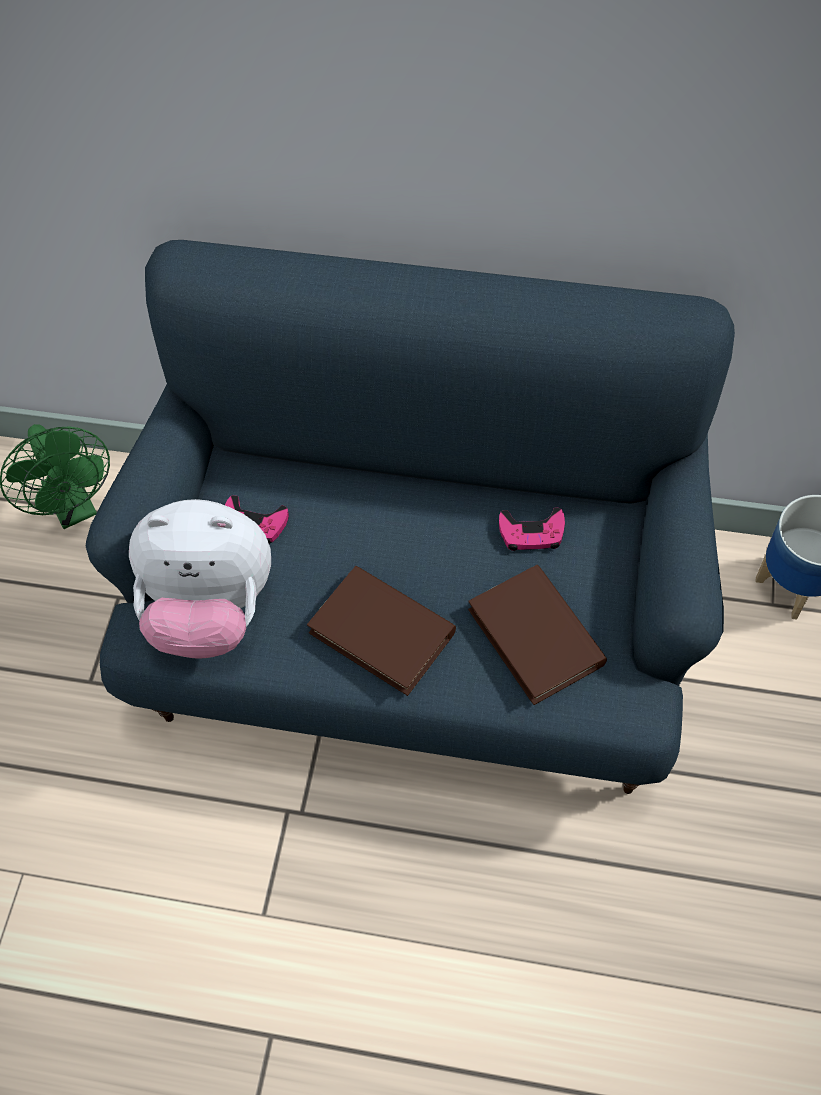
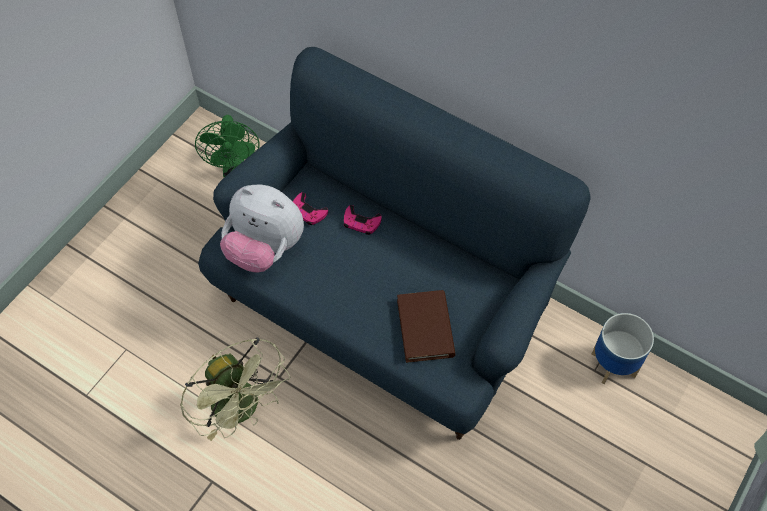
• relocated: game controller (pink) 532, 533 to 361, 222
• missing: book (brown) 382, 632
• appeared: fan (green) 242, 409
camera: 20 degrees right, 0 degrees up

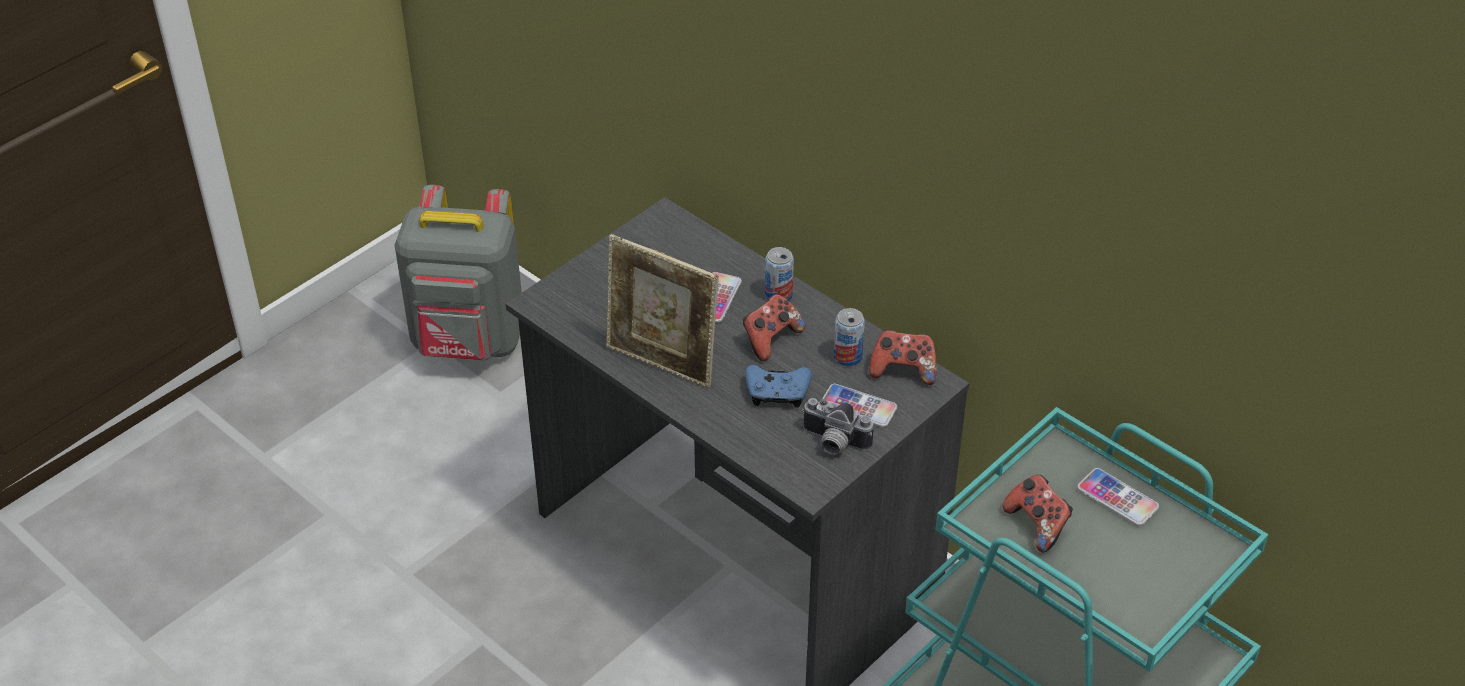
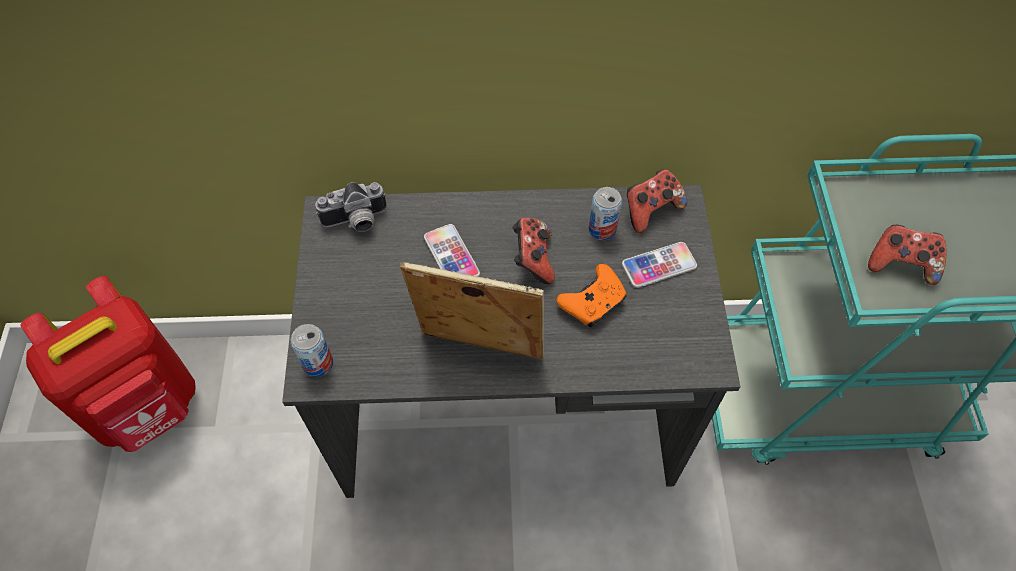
• colour: backpack (grey) 469, 342 to backpack (red) 148, 406
• spun: picture frame 662, 364 = 479, 349 150 degrees counterclockwise
• relocated: can 778, 295 to 318, 363
• colour: game controller (blue) 777, 393 to game controller (orange) 593, 302
• relocated: photo camera 833, 443 to 356, 222
• missing: phone 1117, 498
camera: 45 degrees left, 15 degrees up

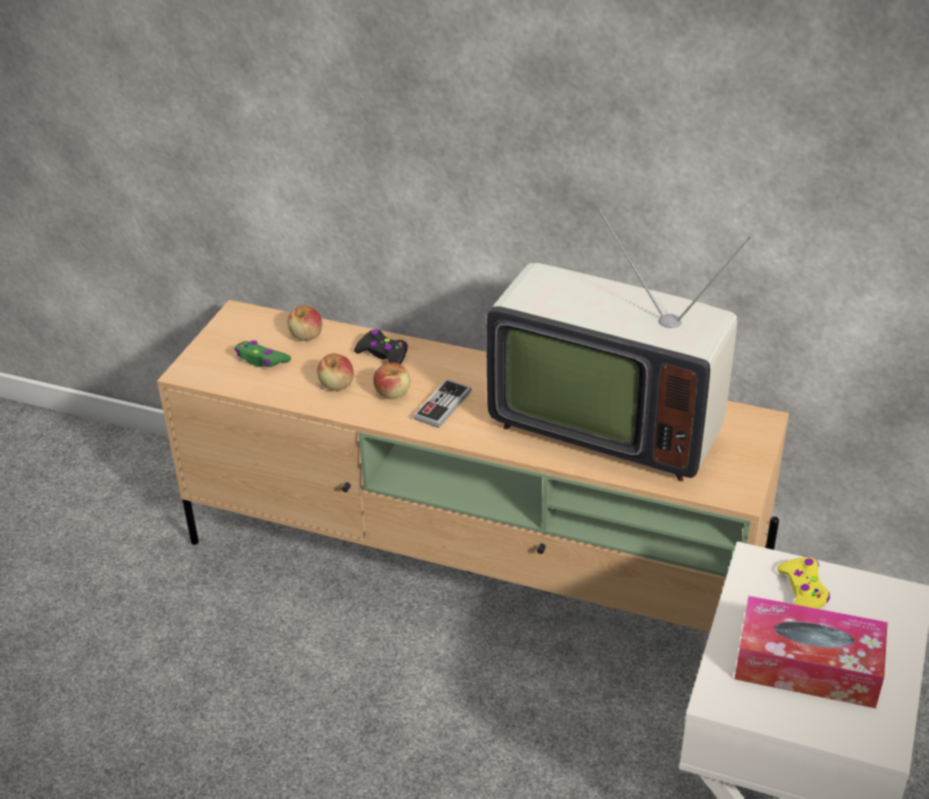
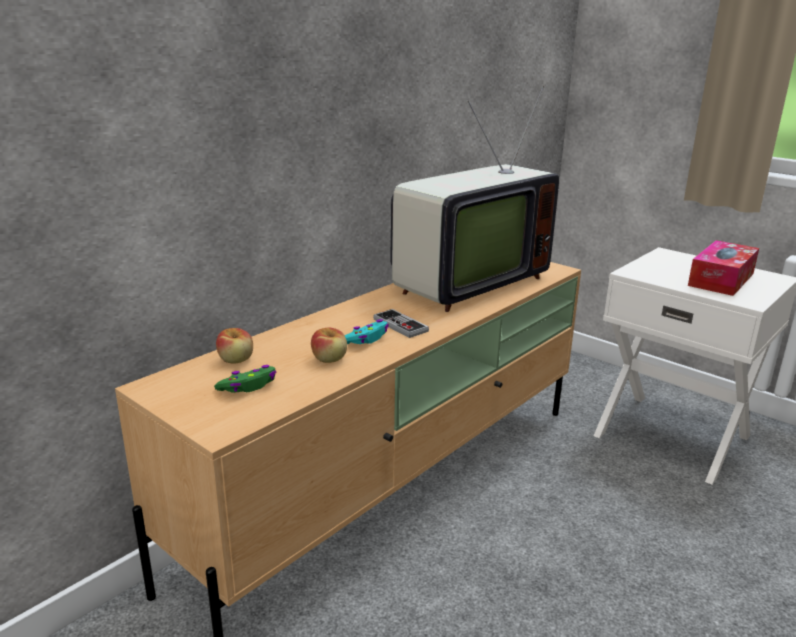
• missing: game controller (black) 383, 355
• exchanged: apple 393, 393 to game controller (turquoise) 365, 339
• missing: game controller (yellow) 802, 592
camera: 70 degrees left, 15 degrees down

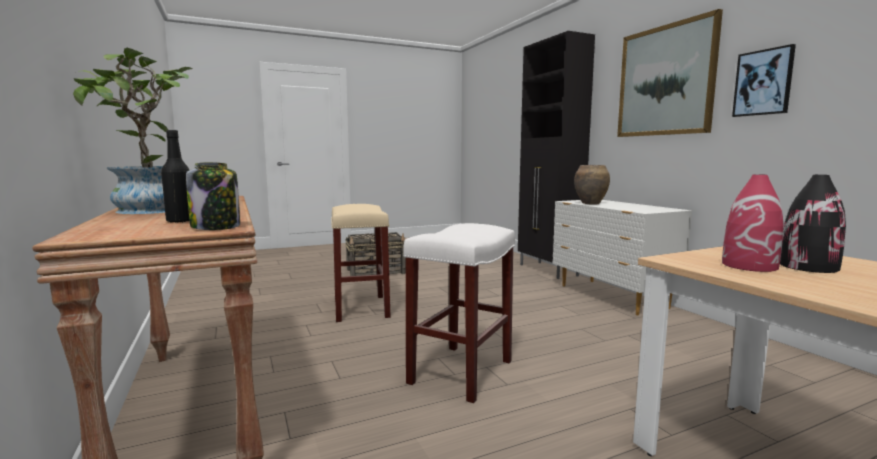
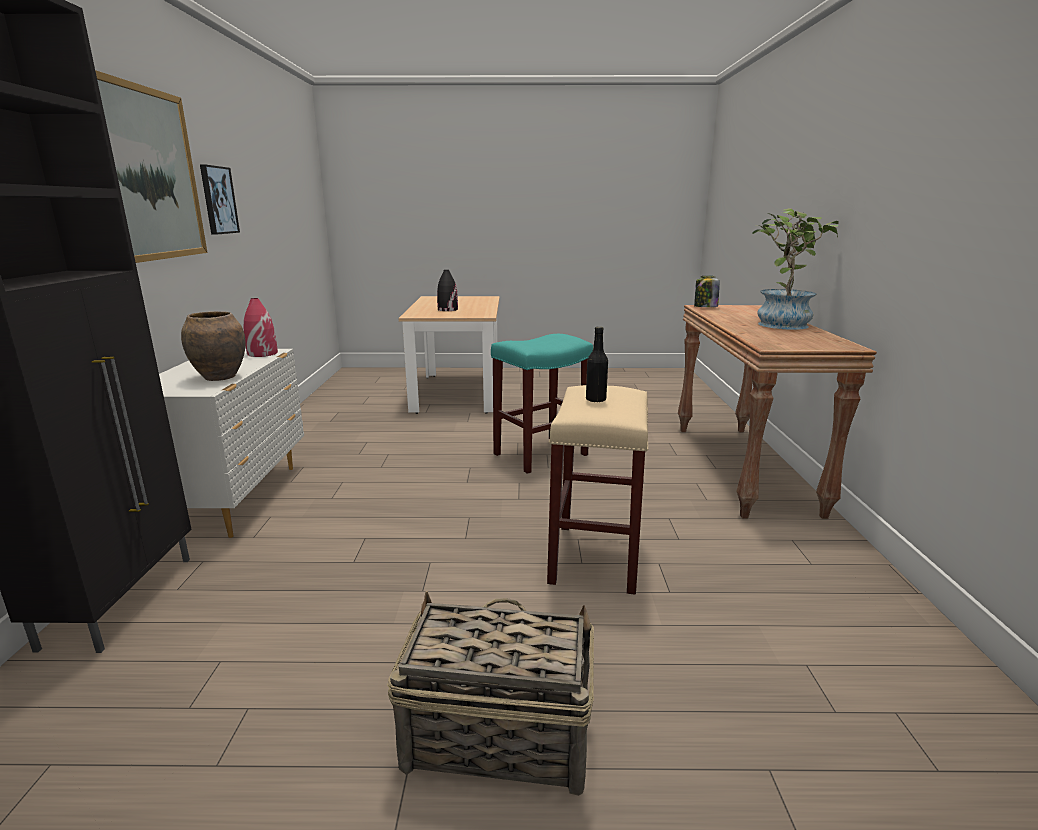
• relocated: bottle (black) 180, 221 to 595, 400
• relocated: vase (red) 750, 266 to 262, 353
• colour: stool (white) 461, 371 to stool (turquoise) 540, 455
camera: 155 degrees left, 10 degrees up

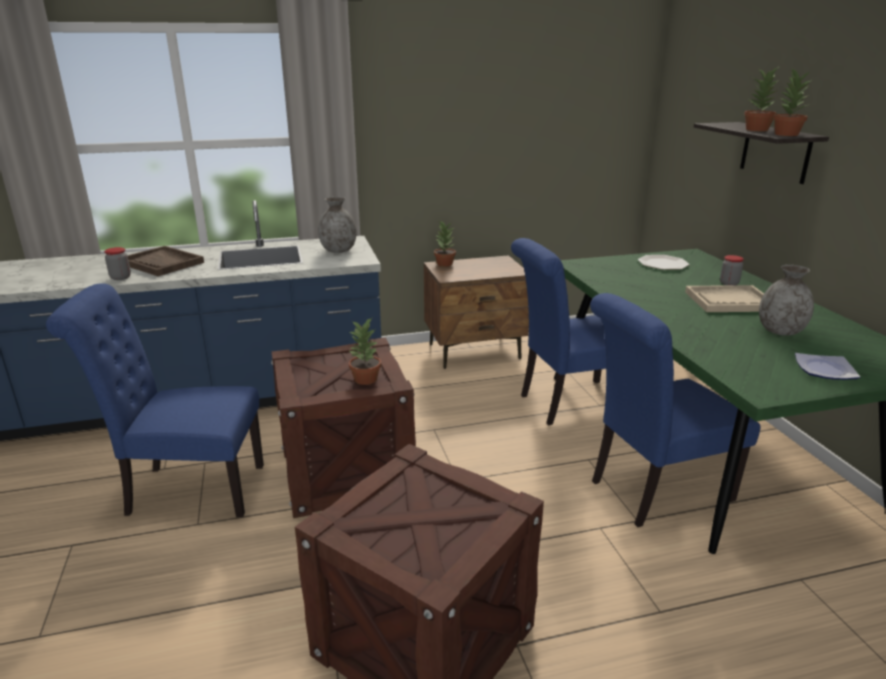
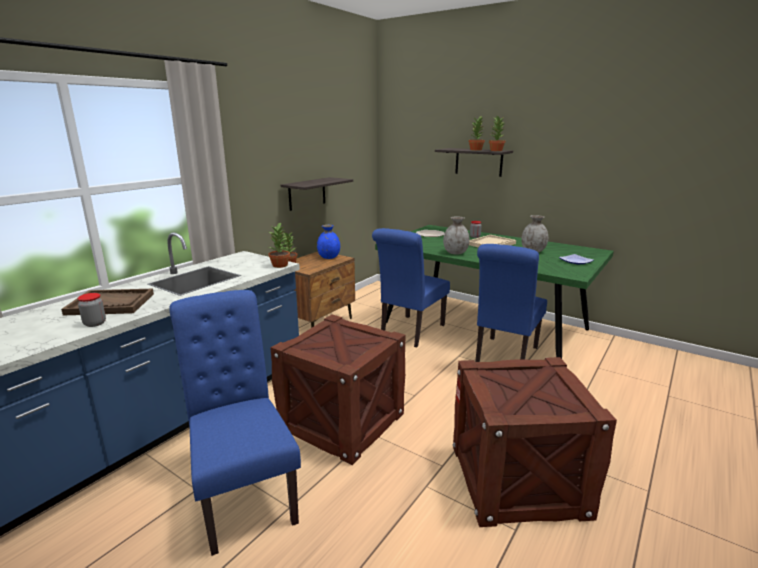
• relocated: vase (grey) 338, 250 to 455, 253
• spun: chair (blue) 187, 490 = 243, 492 105 degrees clockwise
• relocated: potted plant 366, 379 to 280, 265
• appeared: shelf 307, 193
• appeared: vase (blue) 328, 257
camera: 40 degrees left, 5 degrees down

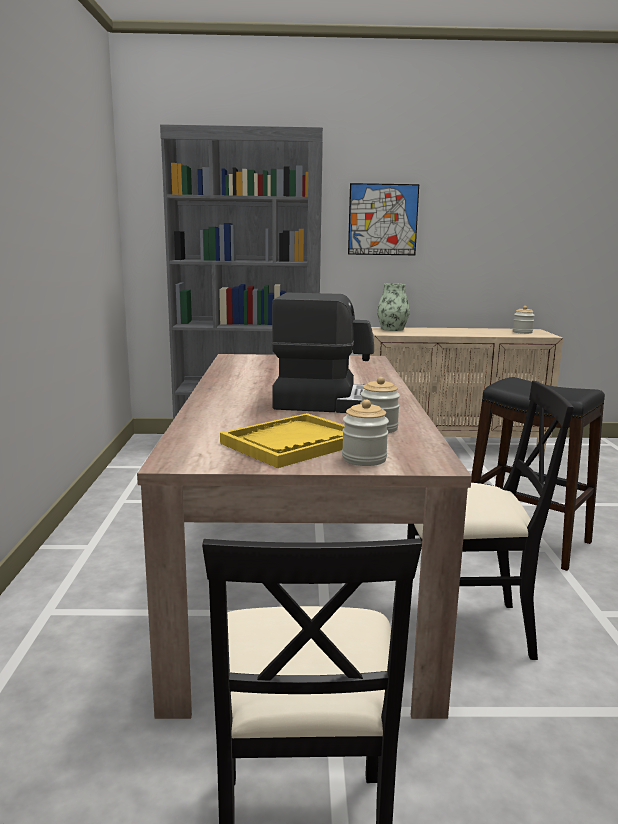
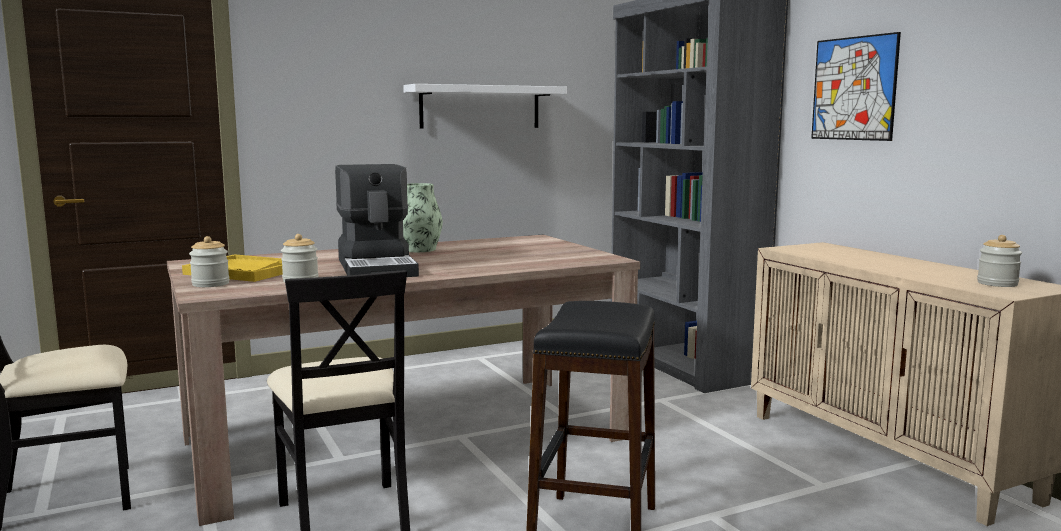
• relocated: vase 392, 329 to 419, 249
• appeared: shelf (white) 480, 107
camera: 65 degrees right, 5 degrees down

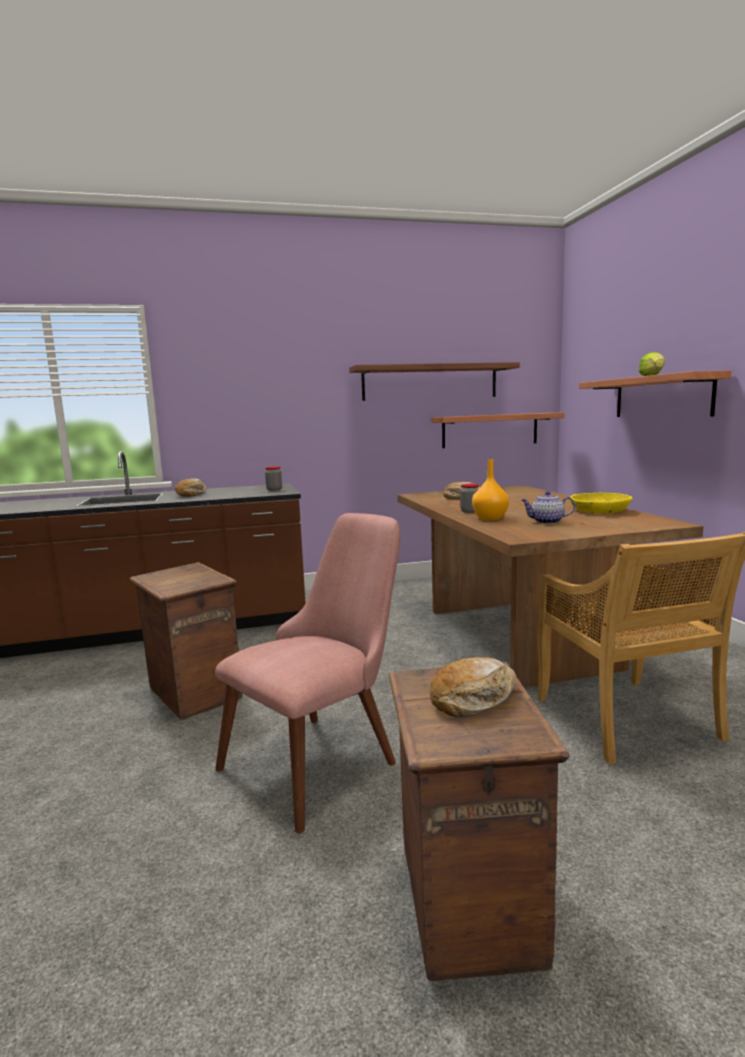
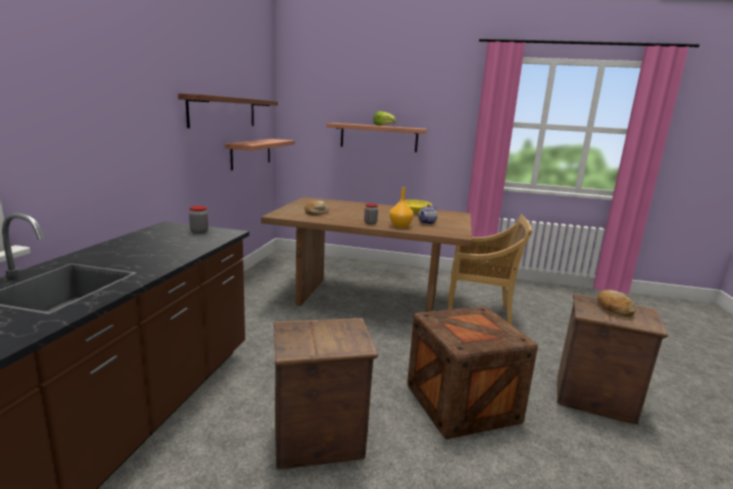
• missing: bread 192, 494
• exchanged: chair (pink) 323, 756 to crate 462, 404
camera: 65 degrees left, 5 degrees up

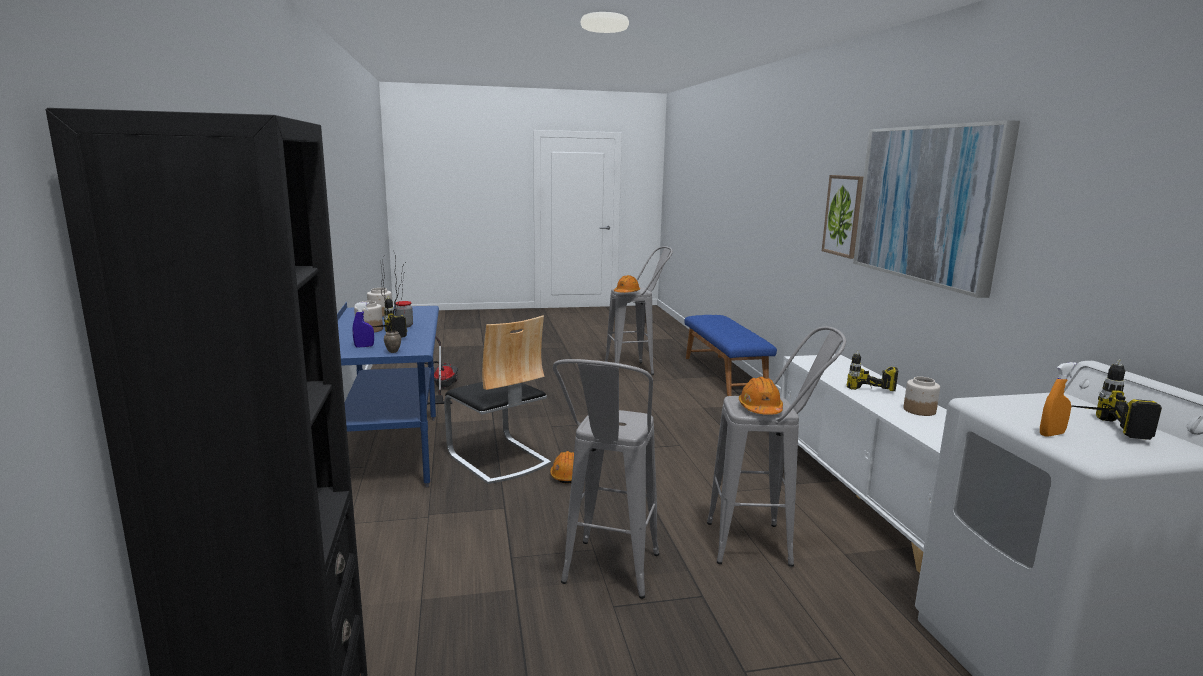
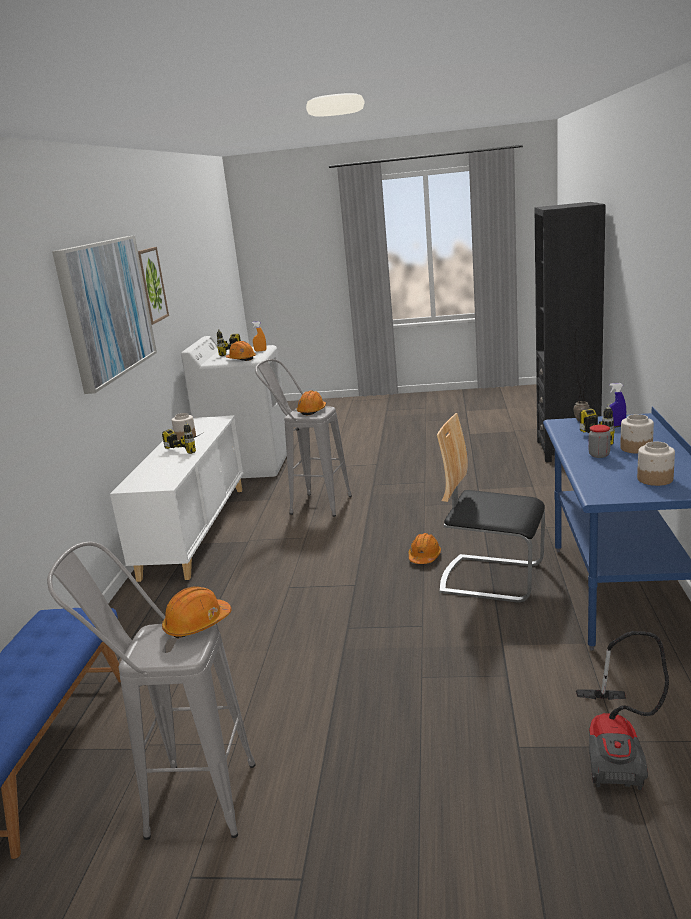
• relocated: picture 843, 215 to 150, 285
• spun: chair 498, 459 = 492, 578 45 degrees counterclockwise
• missing: stool (grey) 607, 578
• appeared: hard hat (orange) 241, 359
camera: 160 degrees left, 5 degrees up

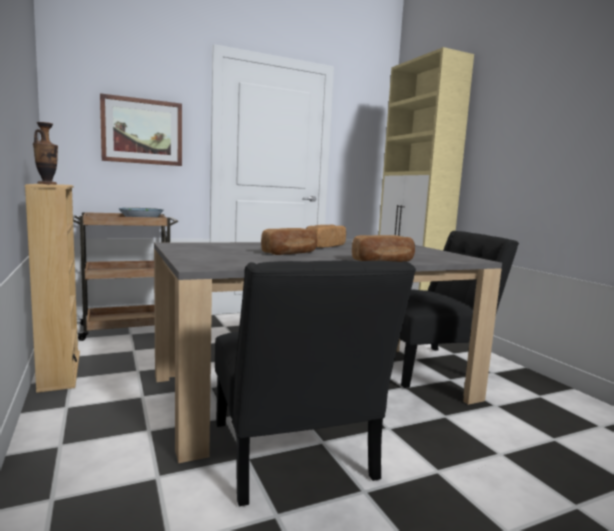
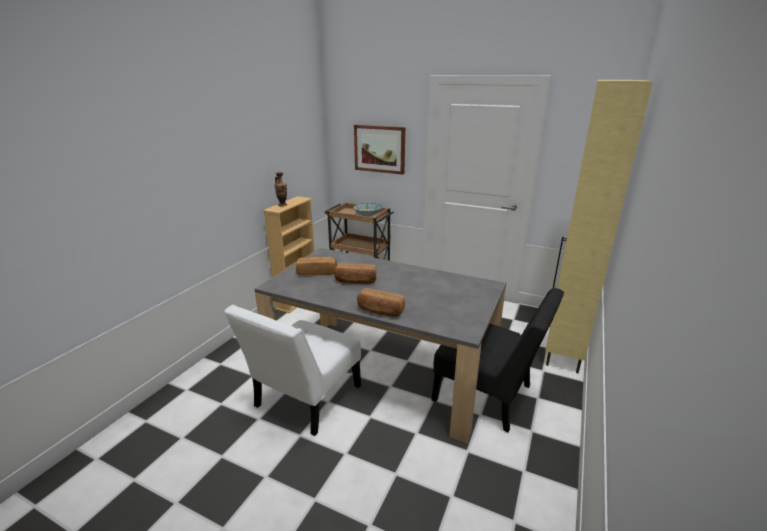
• relocated: bread 323, 246 to 316, 272
• colour: chair (black) 293, 456 to chair (white) 304, 400
camera: 50 degrees right, 15 degrees up

